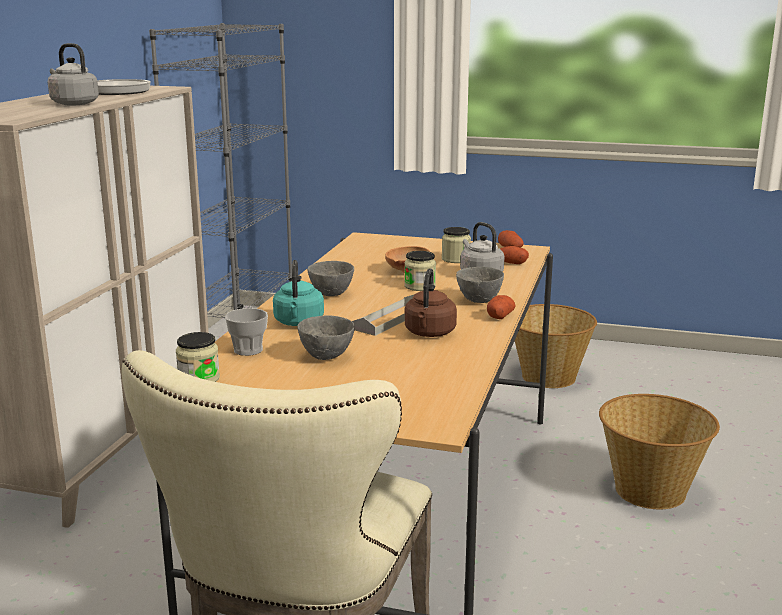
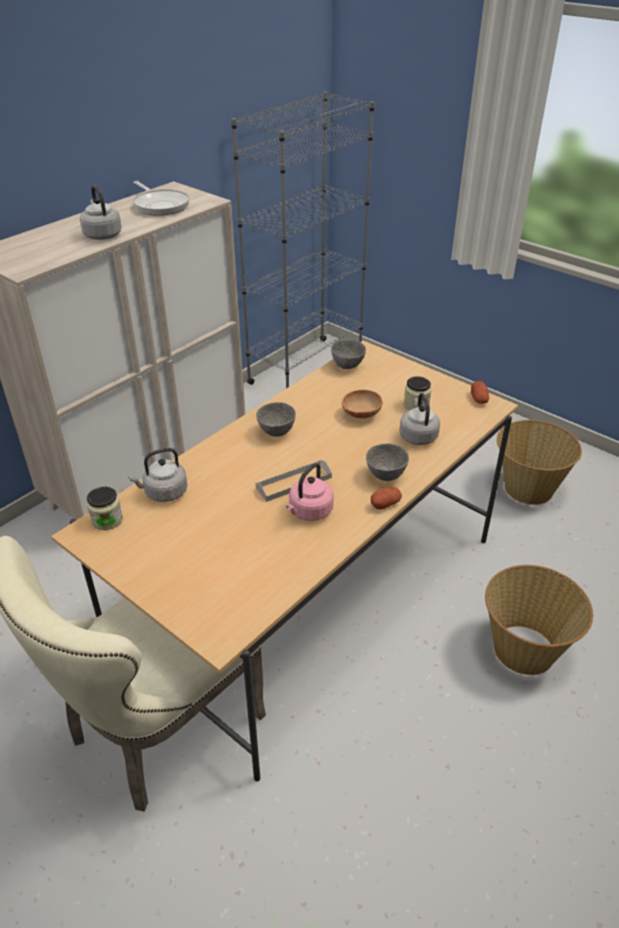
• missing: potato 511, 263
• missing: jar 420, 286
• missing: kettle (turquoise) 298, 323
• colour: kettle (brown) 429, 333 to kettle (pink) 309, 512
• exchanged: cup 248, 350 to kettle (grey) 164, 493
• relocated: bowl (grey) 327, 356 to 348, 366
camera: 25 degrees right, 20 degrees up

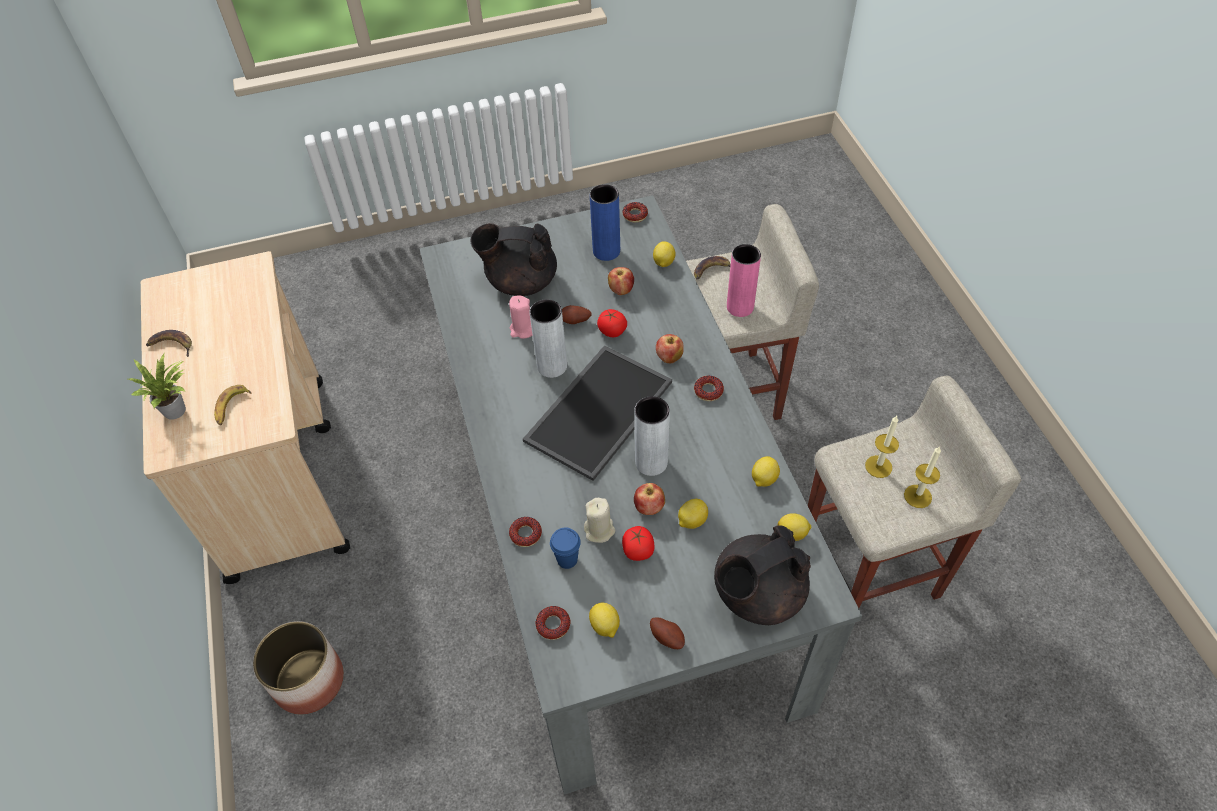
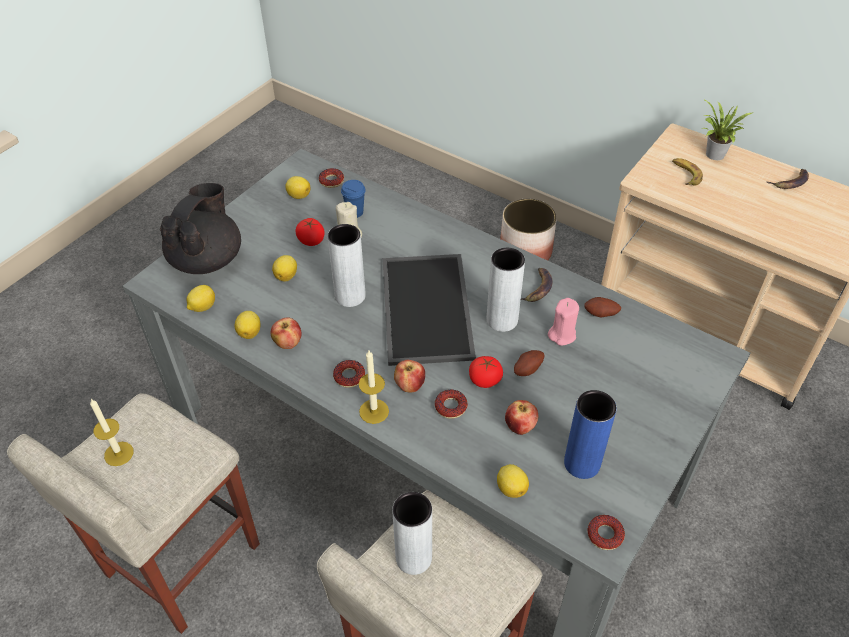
• missing: teapot (black) 520, 281
• colour: vase (pink) 740, 307 to vase (grey) 413, 558
• relocated: banana 712, 270 to 537, 288
• relocated: candle 878, 466 to 374, 411
• relocated: apple 649, 508 to 288, 343
• relocated: donut 525, 534 to 451, 407
• relocated: potato 667, 637 to 601, 315
camera: 140 degrees right, 5 degrees down

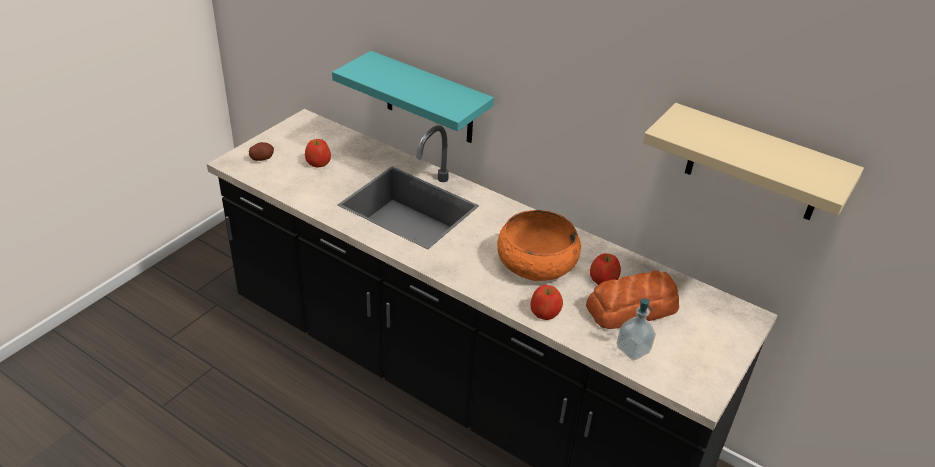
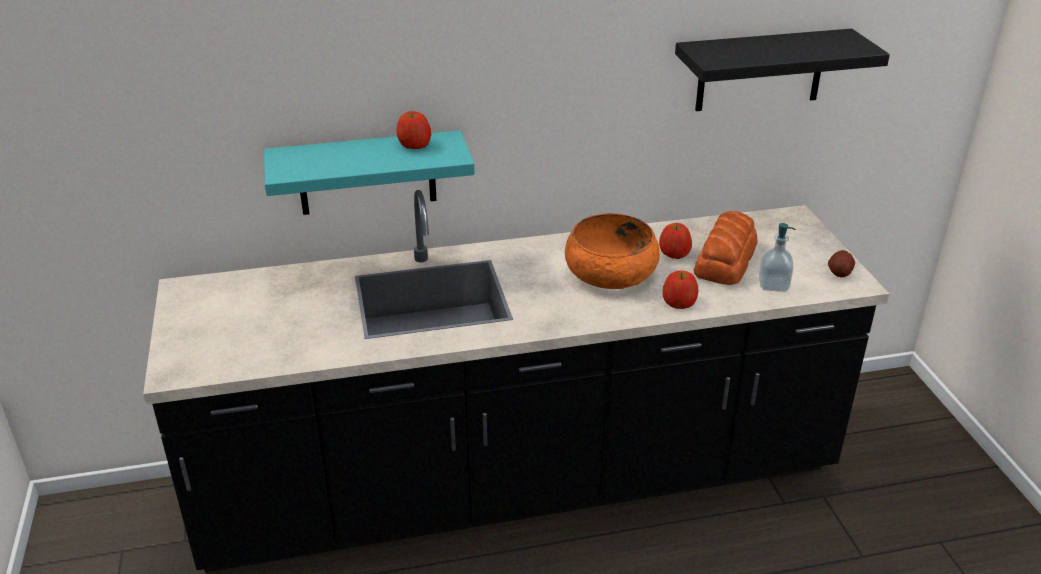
• colour: shelf (beige) 755, 164 to shelf (black) 760, 70
• relocated: apple 318, 162 to 414, 144
• relocated: potato 262, 158 to 839, 272
camera: 45 degrees left, 5 degrees down

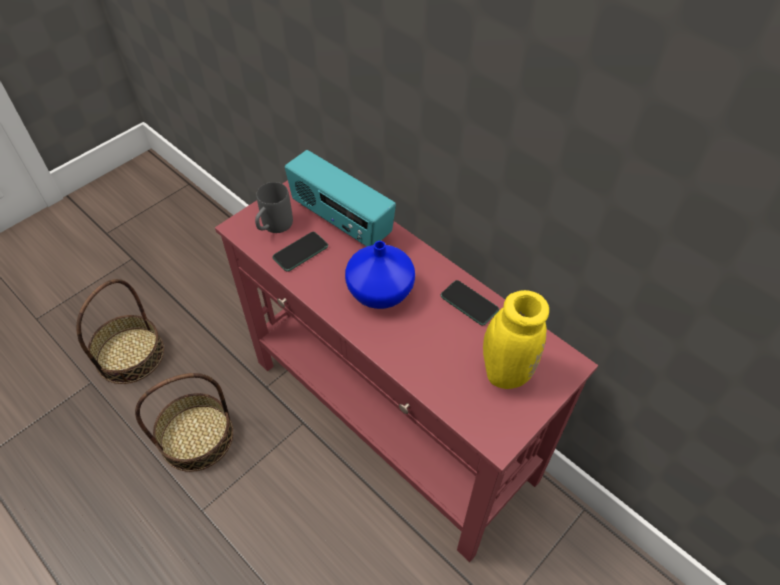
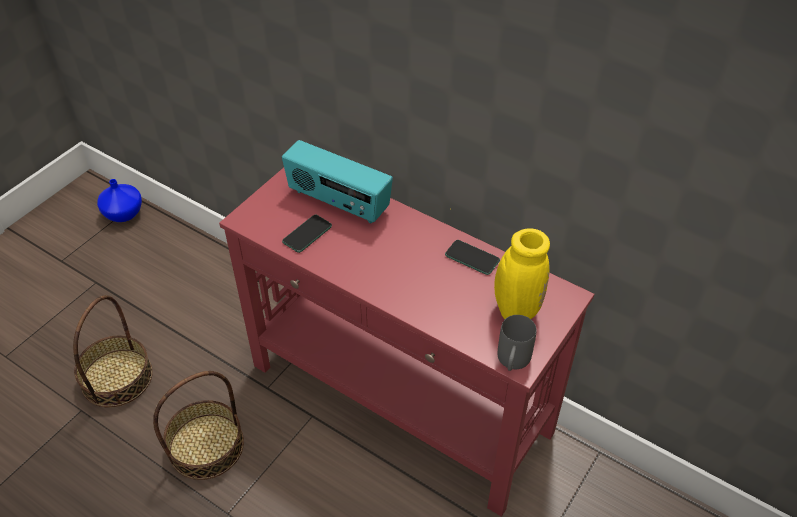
• relocated: mug (grey) 273, 227 to 512, 362
• relocated: vase (blue) 380, 293 to 123, 214
camera: 10 degrees left, 5 degrees down

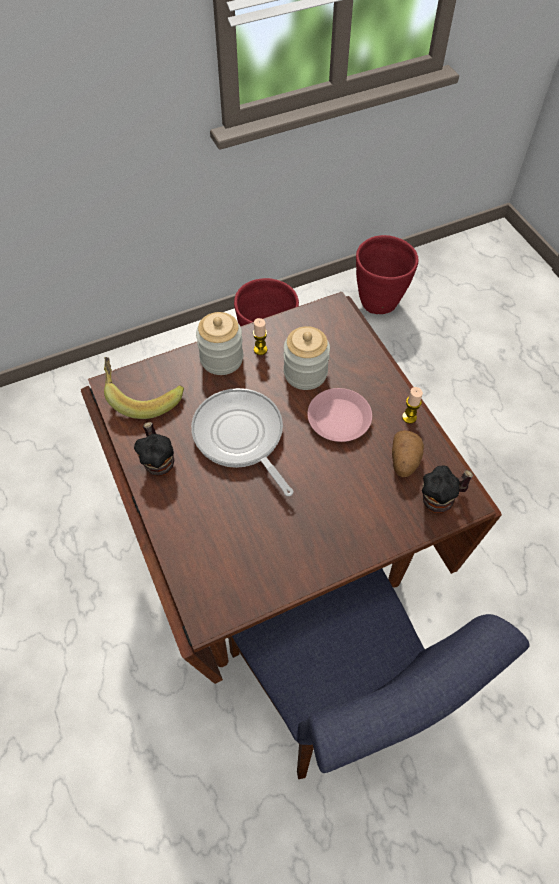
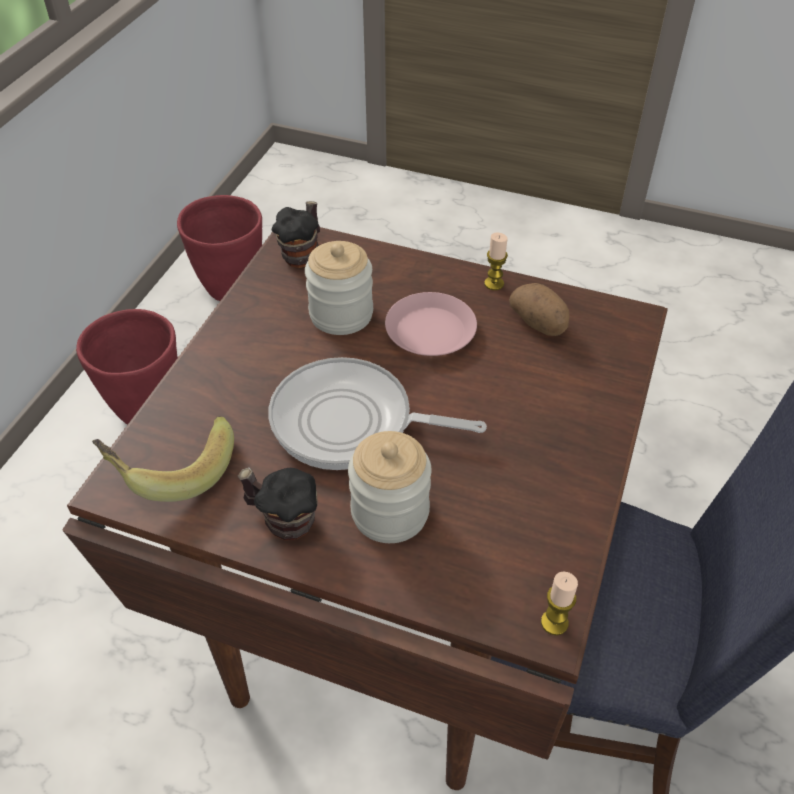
• relocated: jar 221, 359 to 390, 512
• relocated: candle 260, 349 to 554, 622
• relocated: mug 441, 499 to 303, 254
camera: 45 degrees left, 10 degrees down

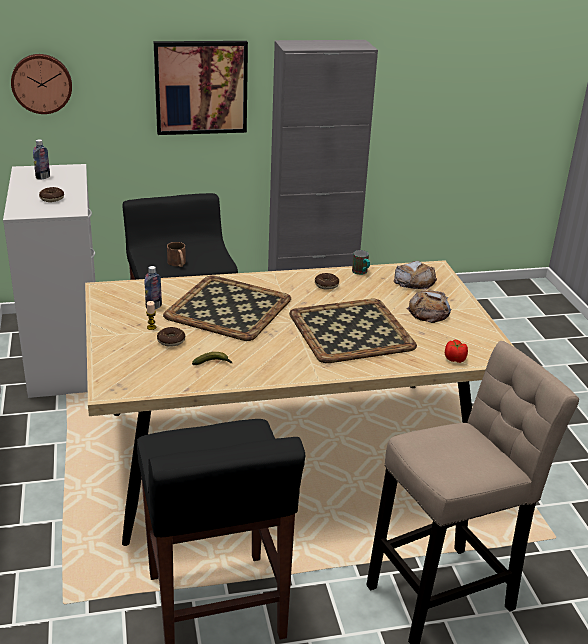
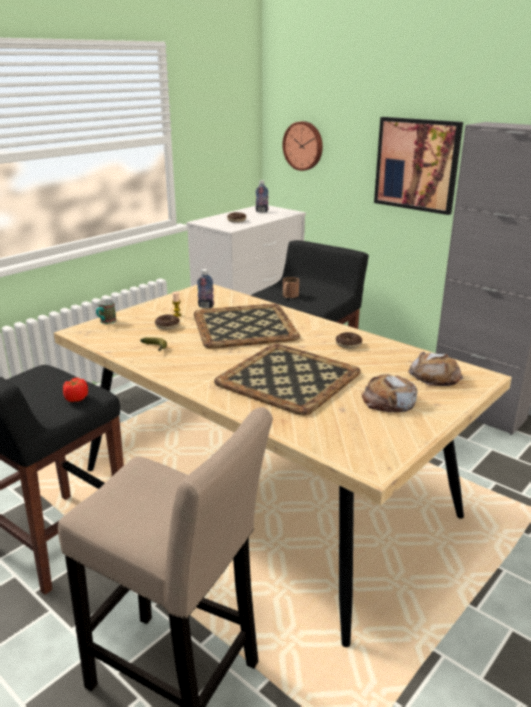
• relocated: mug 361, 273 to 106, 322
• relocated: tomato 455, 359 to 76, 398
camera: 55 degrees right, 5 degrees down

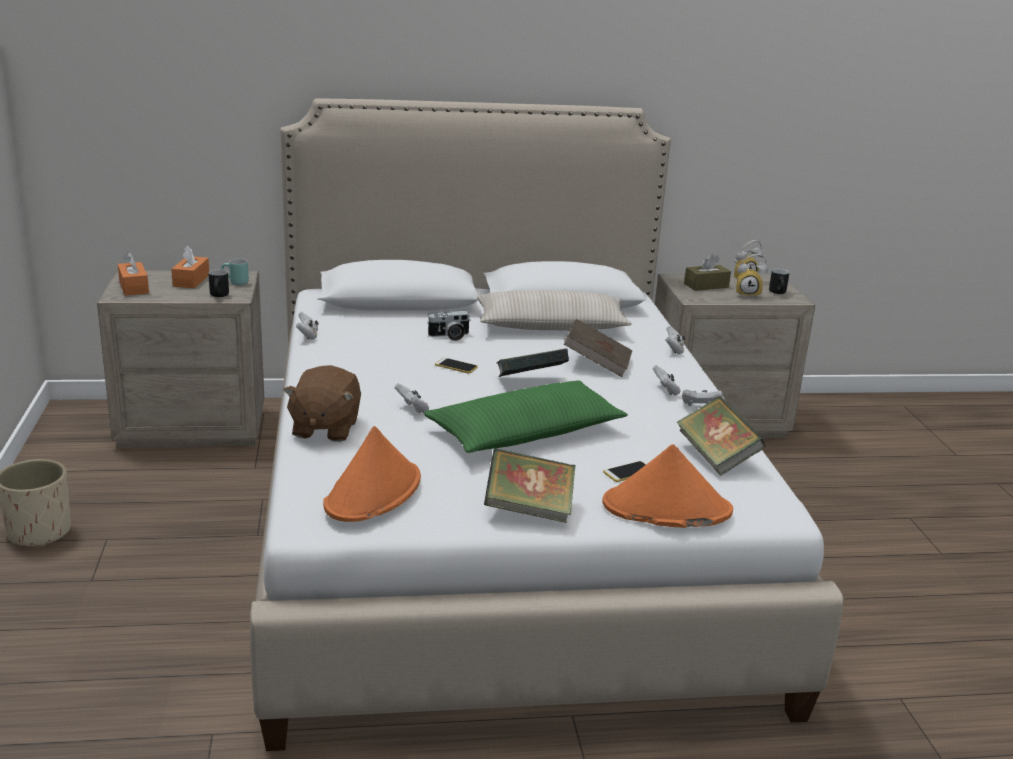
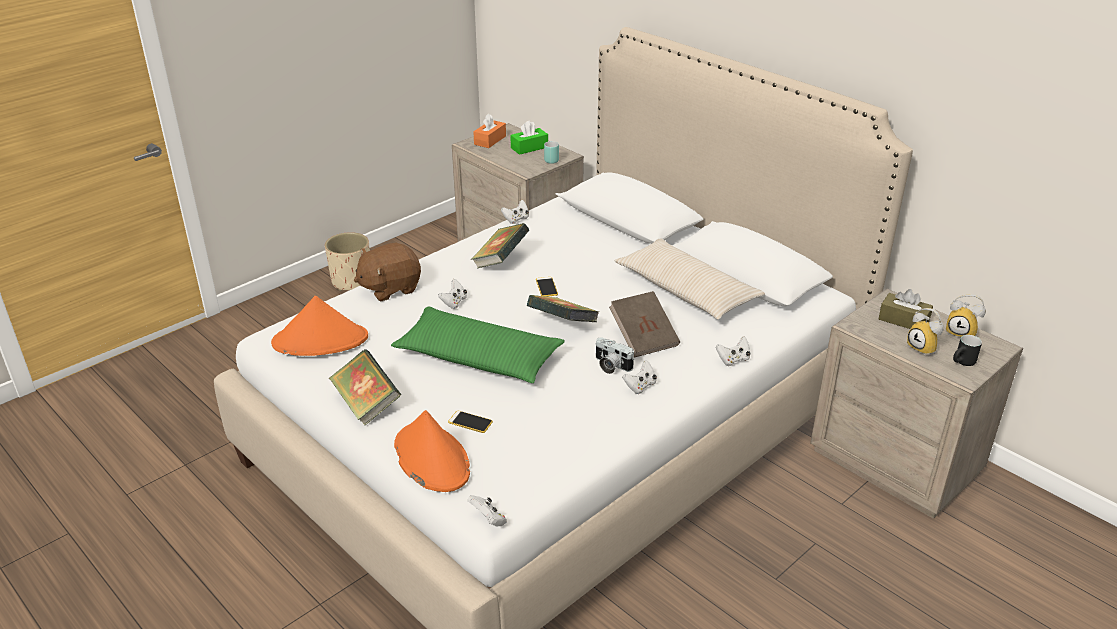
• colour: tissue box (orange) 191, 280 to tissue box (green) 529, 147
• missing: mug (black) 220, 296
• relocated: photo camera 449, 336 to 610, 366
• relocated: game controller (white) 699, 406 to 488, 520
• relocated: book 716, 457 to 500, 261
camera: 55 degrees right, 10 degrees up

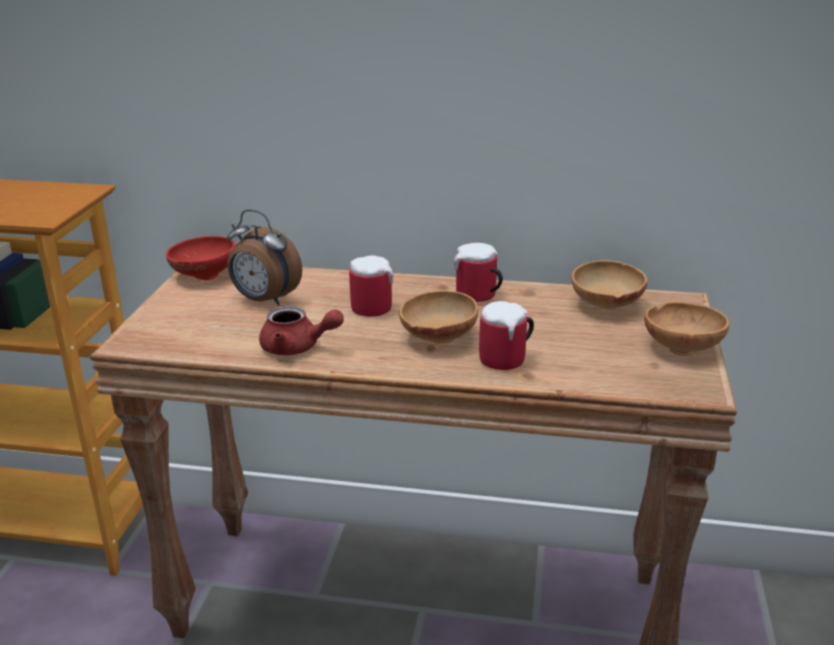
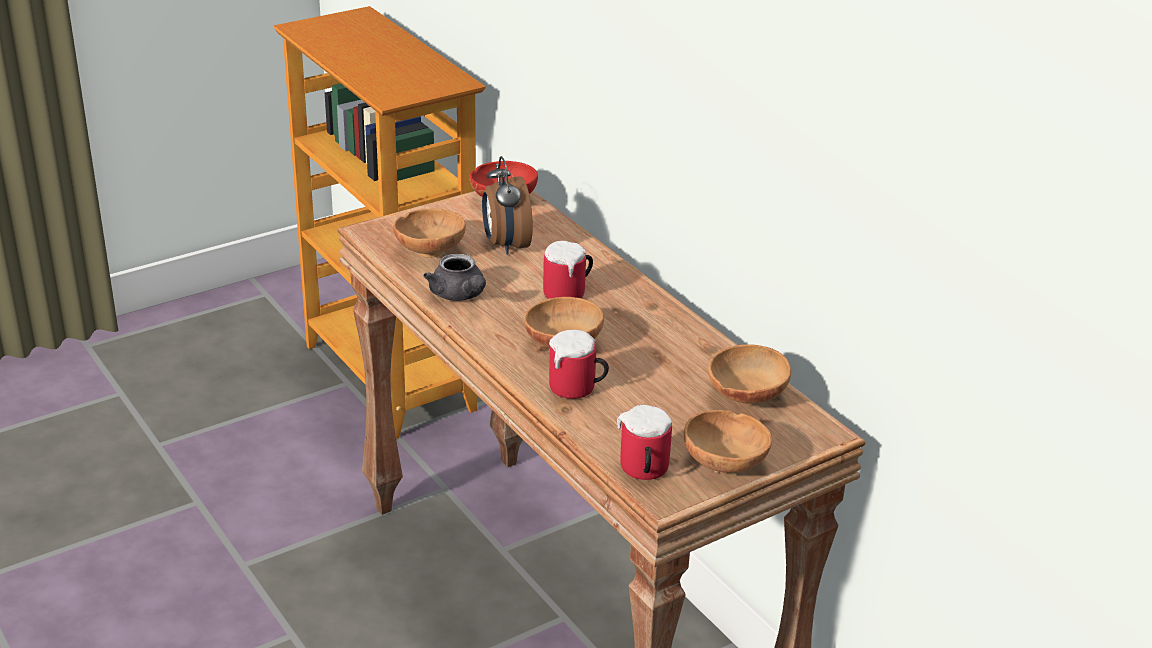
• relocated: mug 479, 296 to 642, 471
• colour: teapot (red) 297, 348 to teapot (grey) 459, 295
• appeared: bowl (brown) 430, 250
camera: 45 degrees right, 5 degrees up

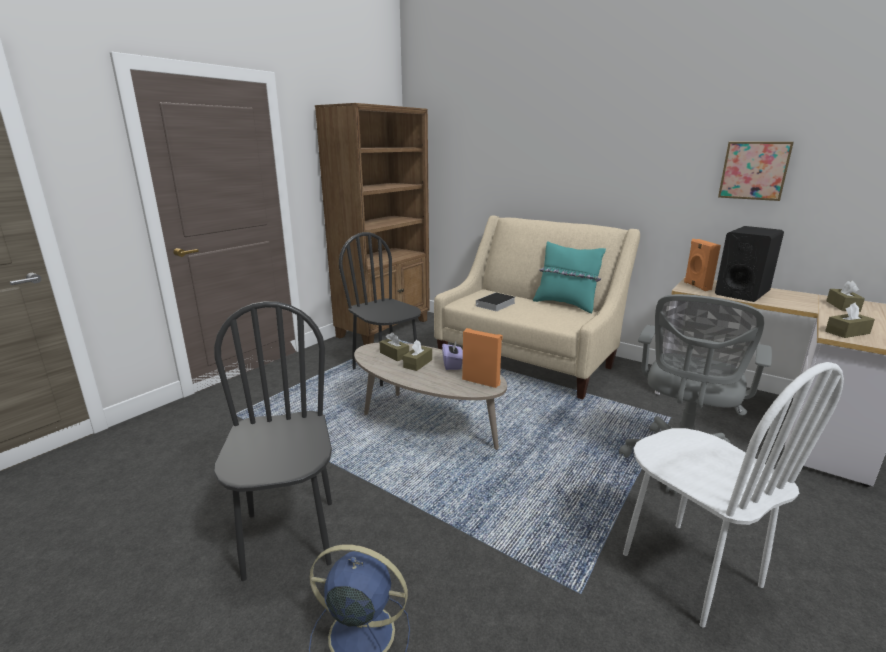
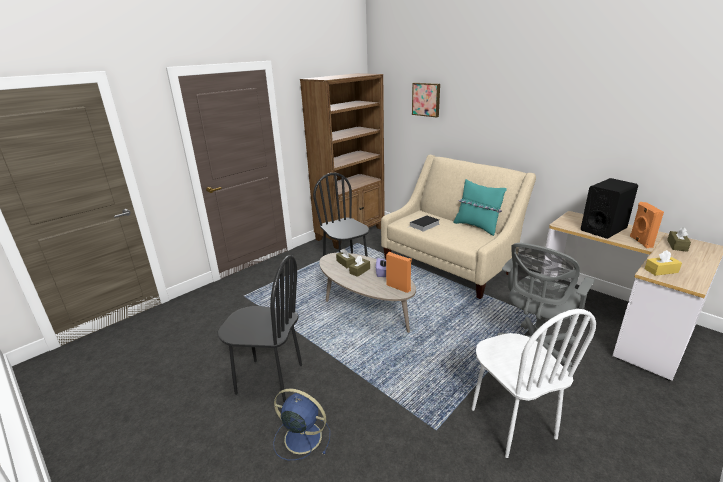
• relocated: picture 754, 170 to 426, 99
• relocated: speaker (orange) 696, 286 to 640, 242
• spun: chair (black) 289, 538 = 269, 379 105 degrees clockwise
• colour: tissue box (brown) 847, 332 to tissue box (yellow) 661, 270
camera: 10 degrees right, 5 degrees up

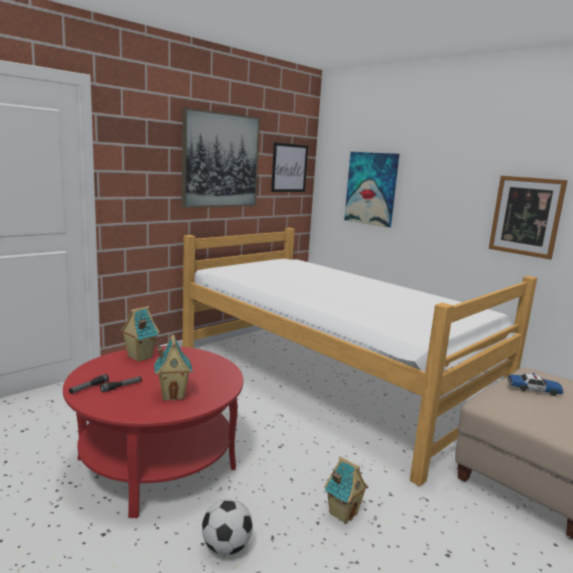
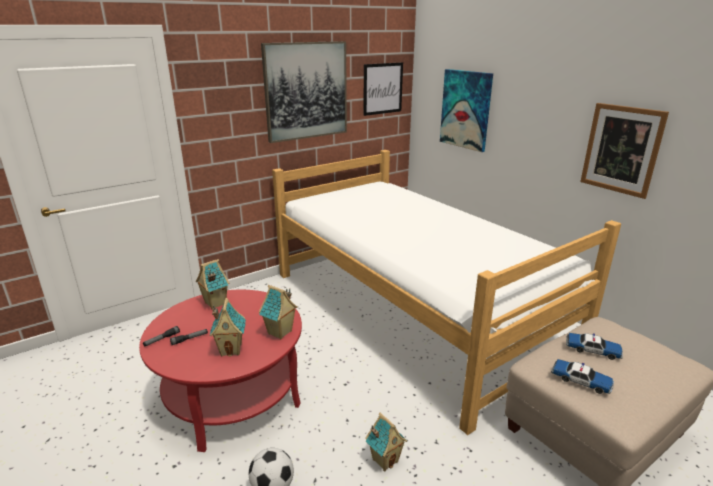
• appeared: toy house 280, 333
• appeared: toy car 581, 381
camera: 10 degrees right, 10 degrees up

